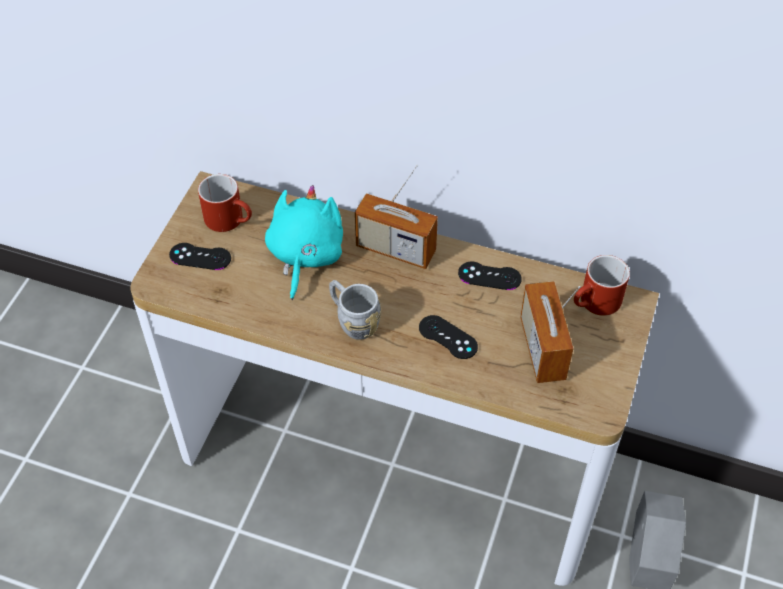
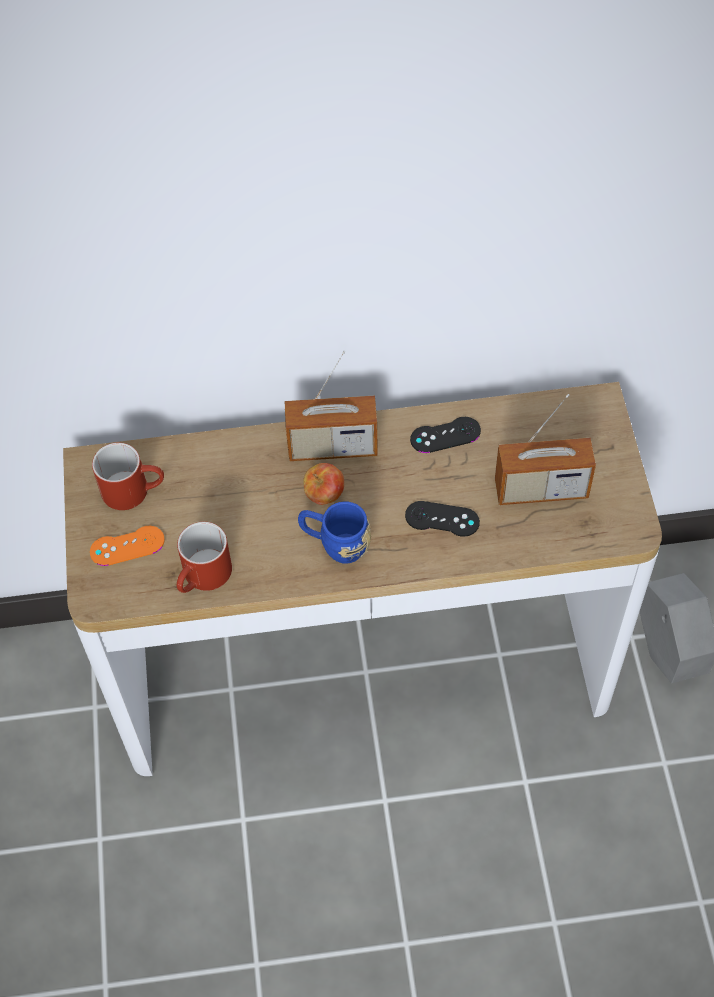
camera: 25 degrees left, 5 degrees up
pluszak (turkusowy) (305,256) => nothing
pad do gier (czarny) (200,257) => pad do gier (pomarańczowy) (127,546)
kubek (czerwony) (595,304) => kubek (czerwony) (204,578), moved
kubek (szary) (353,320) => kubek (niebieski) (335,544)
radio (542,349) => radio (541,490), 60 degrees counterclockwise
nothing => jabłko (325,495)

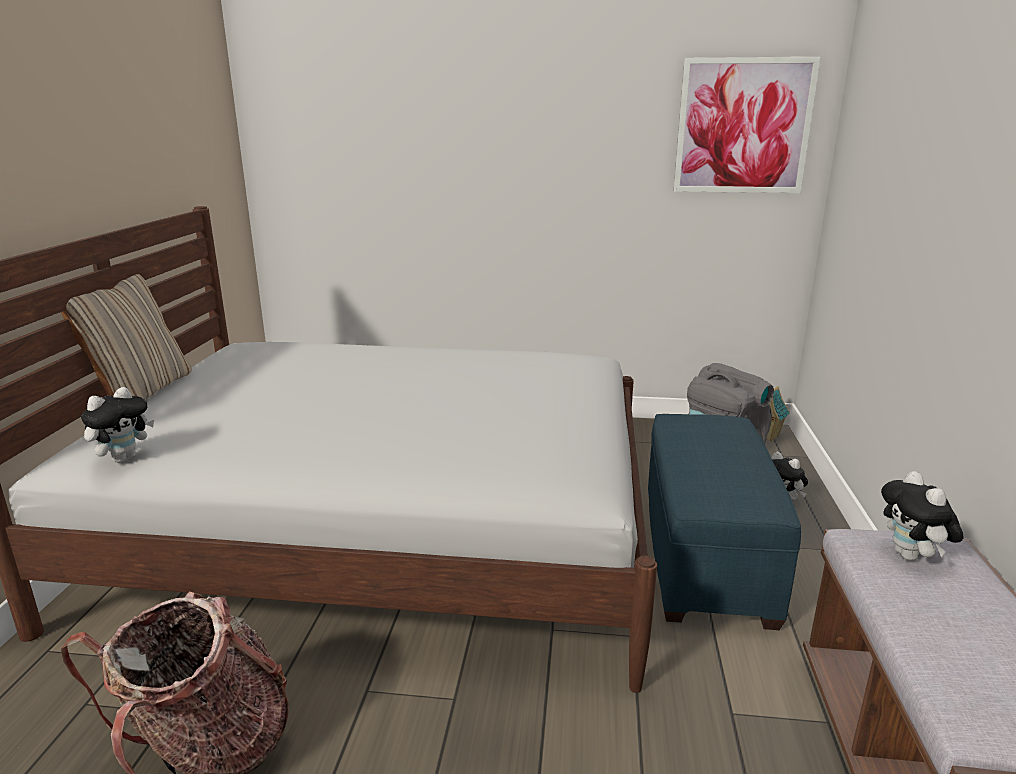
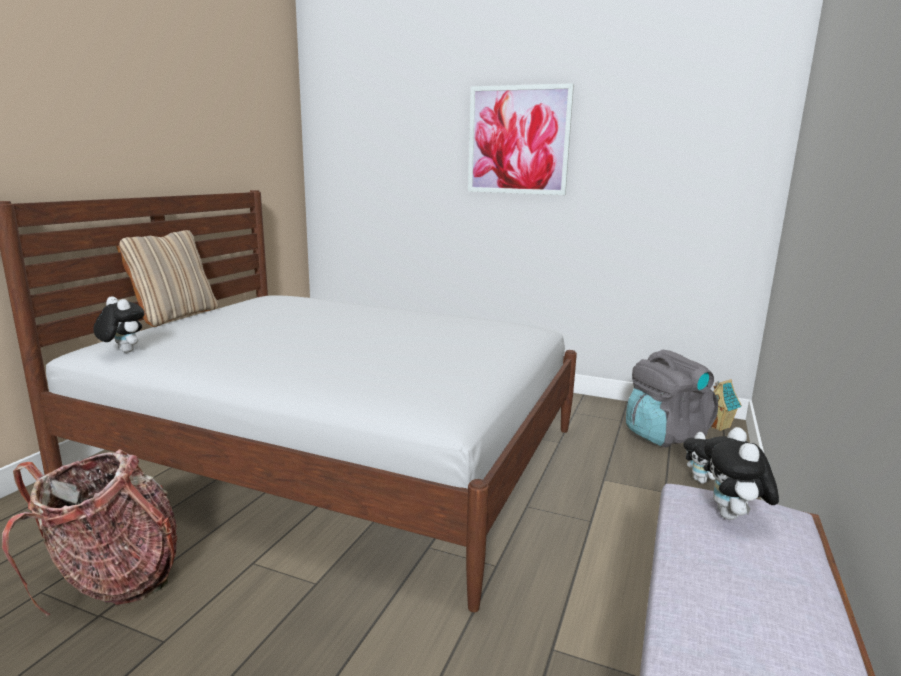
camera: 15 degrees right, 5 degrees down
obraz (743,126) => obraz (518,140), moved
pluszak (124,458) => pluszak (122,351), 105 degrees counterclockwise
pufa (niebieski) (704,555) => nothing

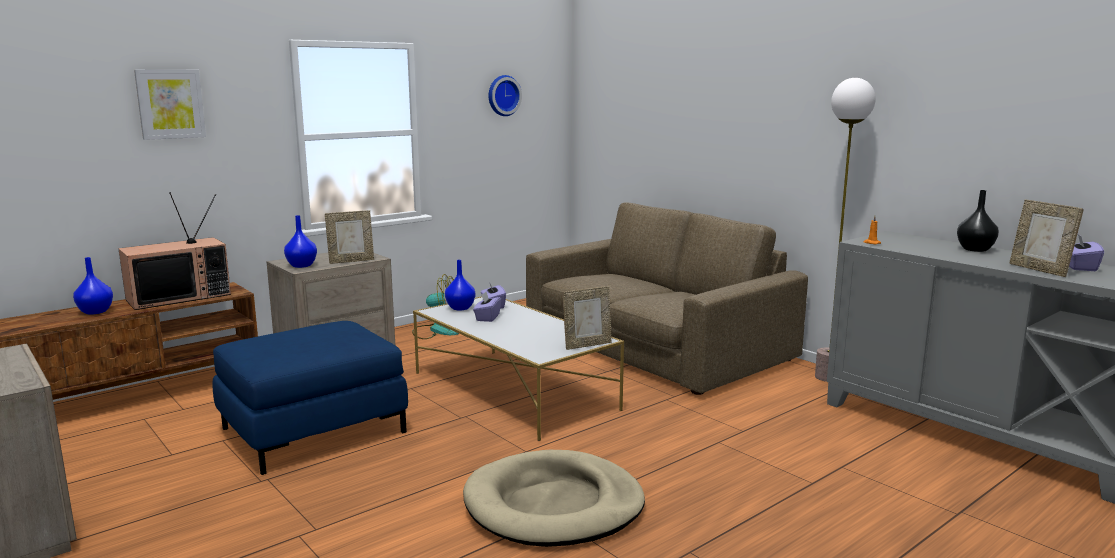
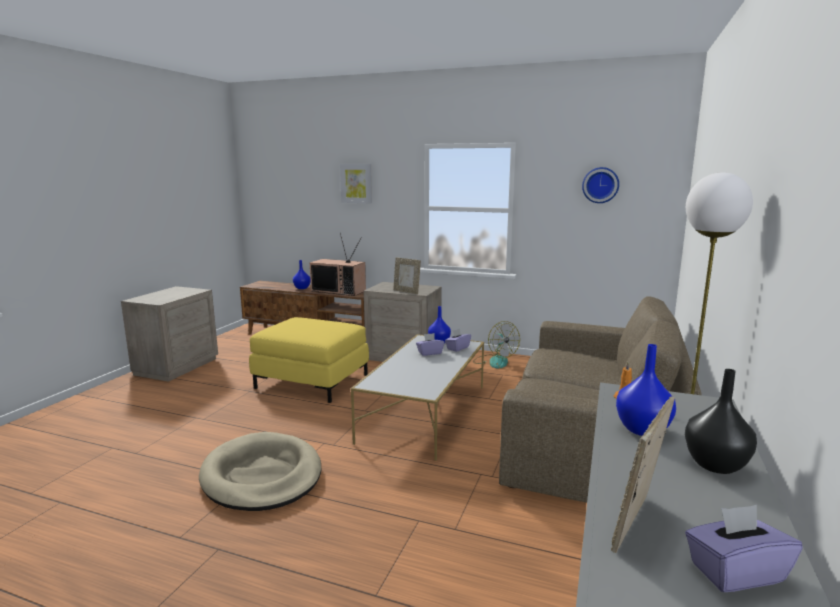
camera: 60 degrees right, 0 degrees up
wazon (niebieski) (302,265) => wazon (niebieski) (643,430), moved
ramka na zdjęcie (587,345) => nothing
pufa (niebieski) (313,430) => pufa (żółty) (312,381)

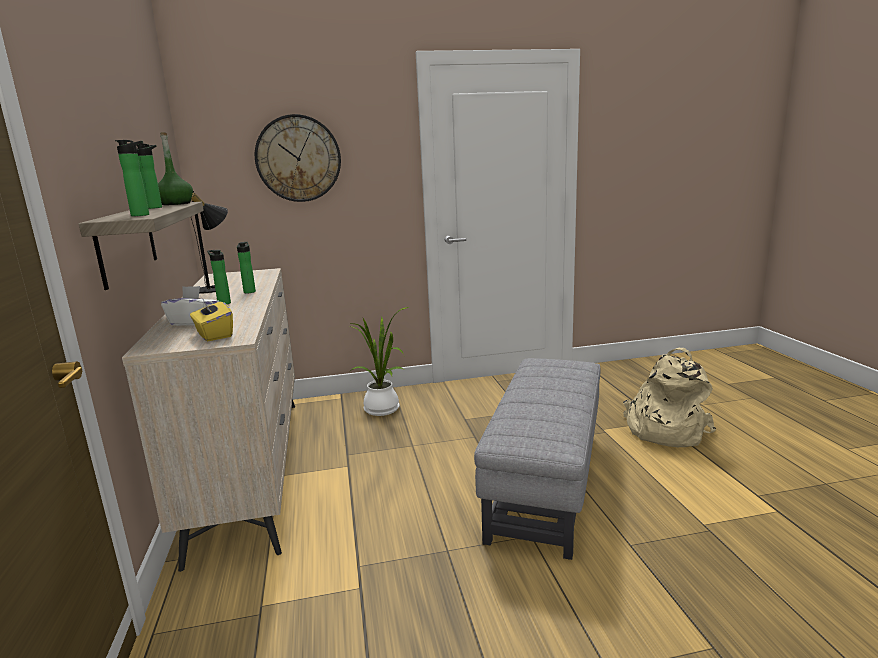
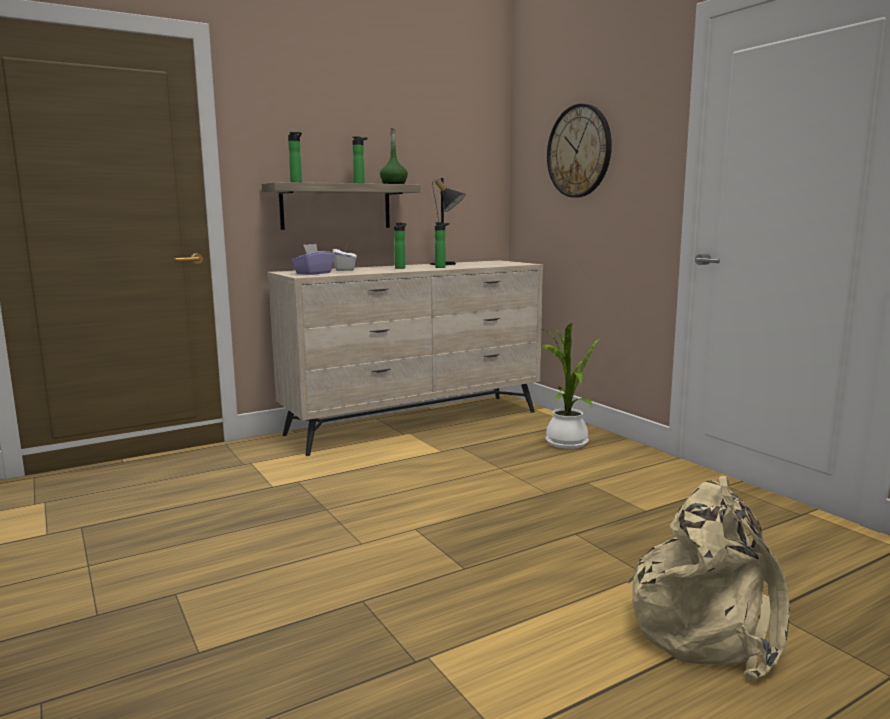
camera: 70 degrees right, 5 degrees down
pudełko chusteczek (żółty) (214,335) => pudełko chusteczek (fioletowy) (313,273)
pufa (szary) (544,481) => nothing

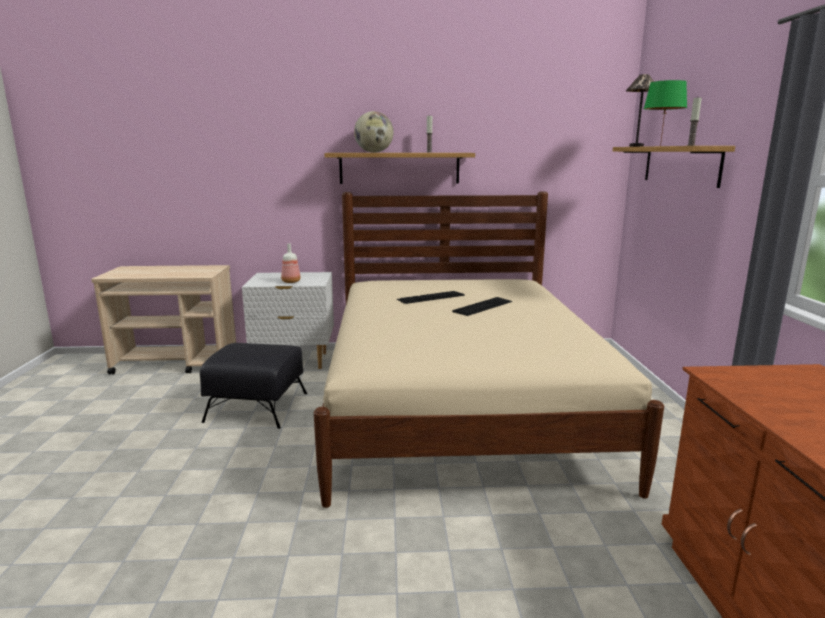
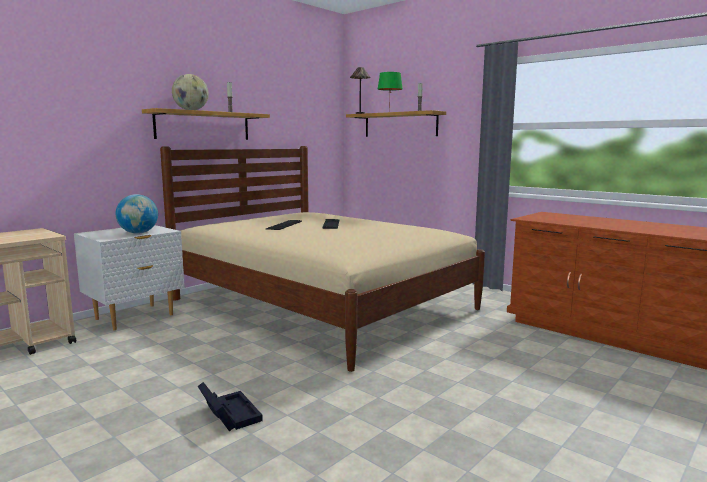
camera: 45 degrees left, 5 degrees down
butelka (291,282) => globus (138,233)
pufa (czarny) (257,407) => nothing
nothing => pojemnik do przechowywania (czarny) (228,414)

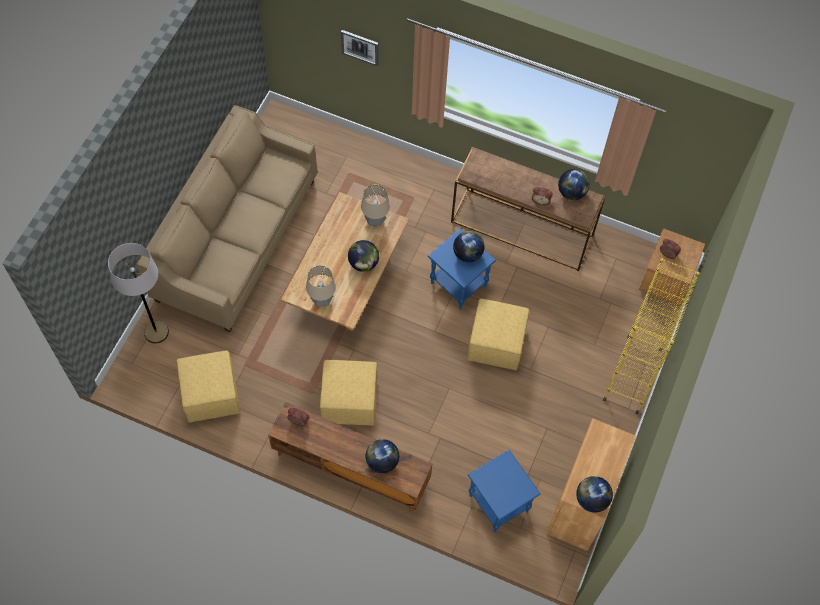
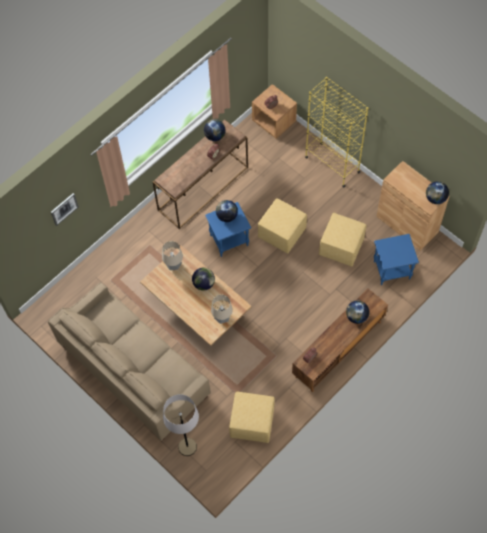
camera: 65 degrees left, 0 degrees up
pufa (żółty) (349,402) => pufa (żółty) (342,247), moved

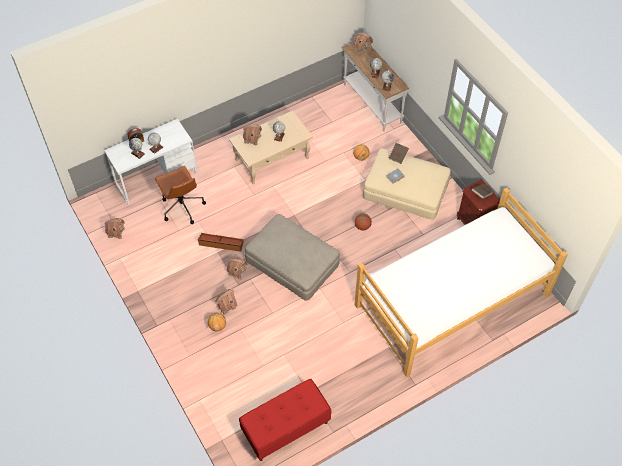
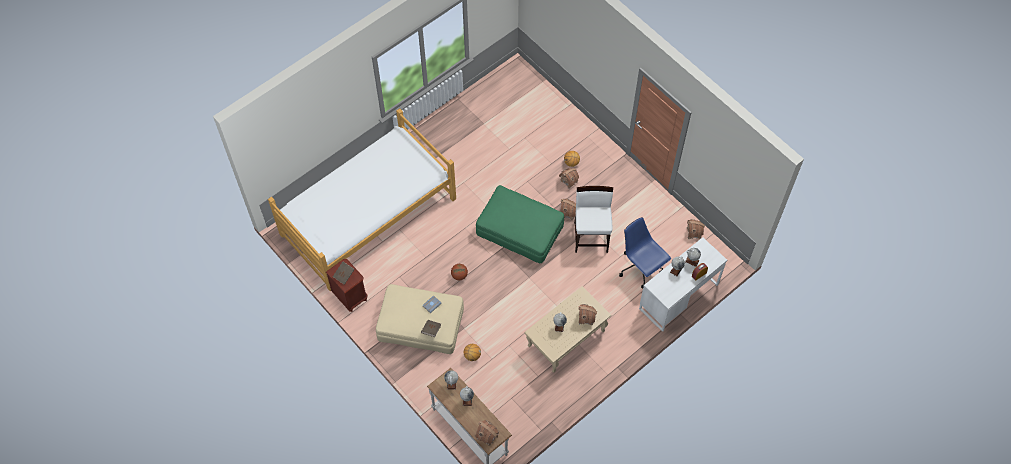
camera: 170 degrees right, 5 degrees up
krzesło biurowe (brązowy) (182,207) => krzesło biurowe (niebieski) (641,268)
pufa (beżowy) (292,262) => pufa (zielony) (520,229)
pojemnik do przechowywania (brązowy) (221,244) => krzesło (biały) (591,236)
ławka (czerwony) (286,428) => nothing

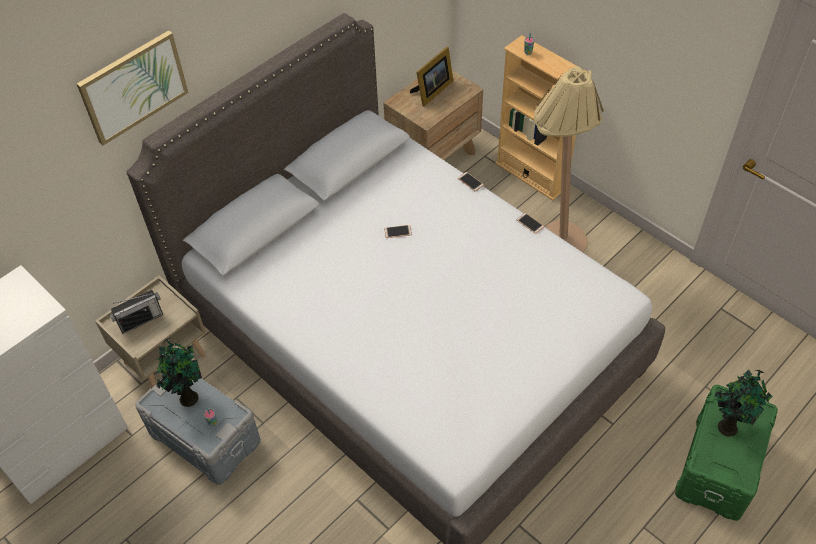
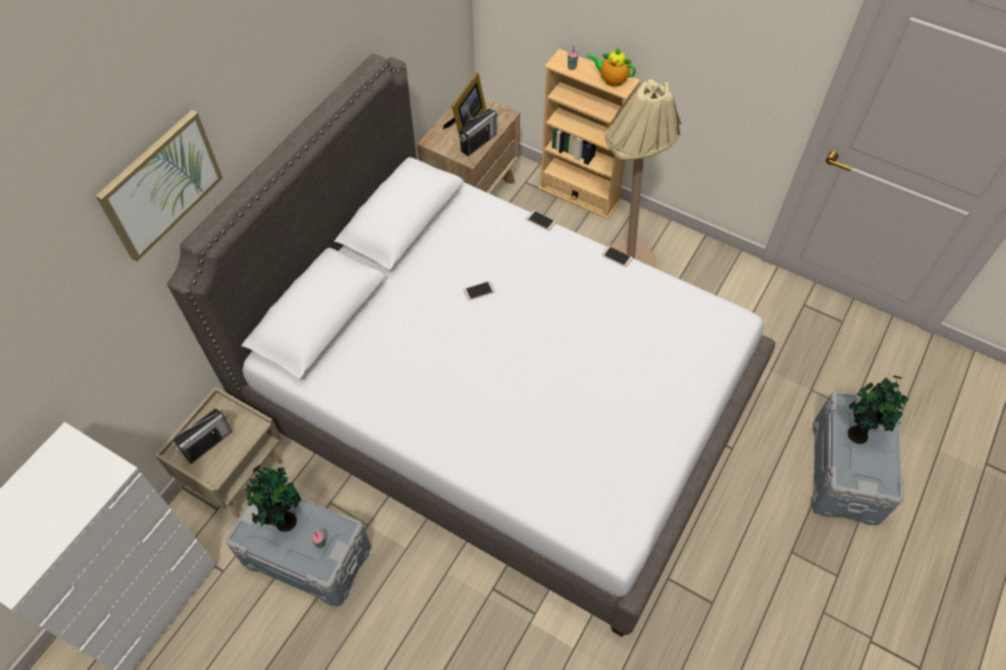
camera: 15 degrees left, 5 degrees up
pojemnik do przechowywania (zielony) (719,466) => pojemnik do przechowywania (szary) (846,470)
nothing => imbryk (611,80)
nothing => radio (478,143)

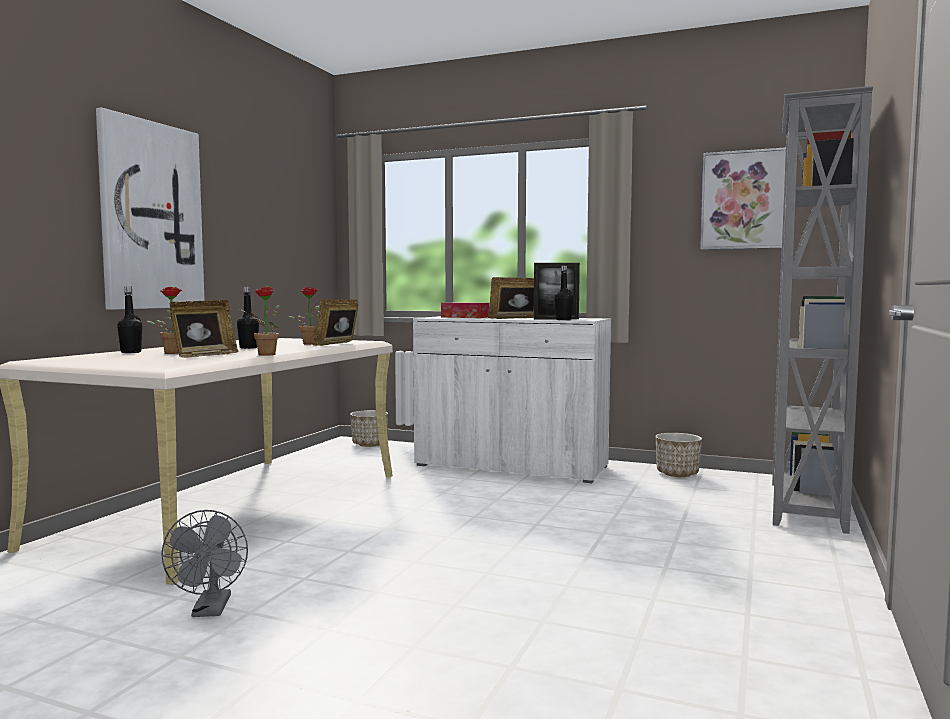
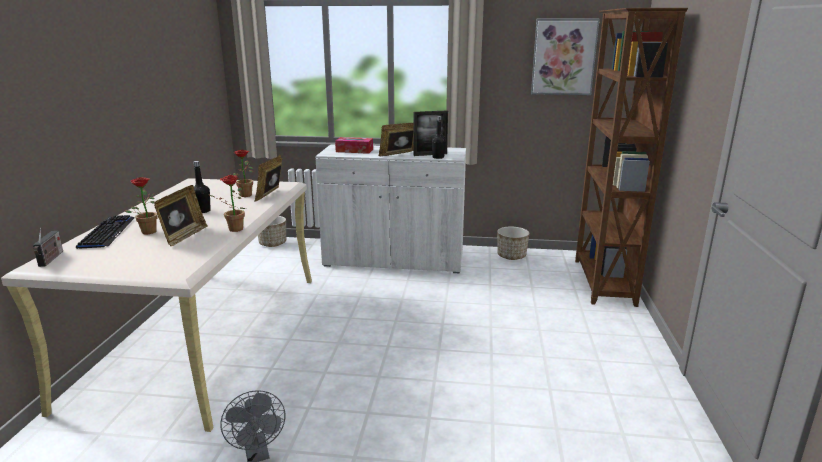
camera: 15 degrees left, 15 degrees up
regał (szary) (804,506) => regał (brązowy) (602,282)
obraz (151,216) => nothing
butelka (czarny) (131,352) => klawiatura (107,233)
nothing => radio (51,259)

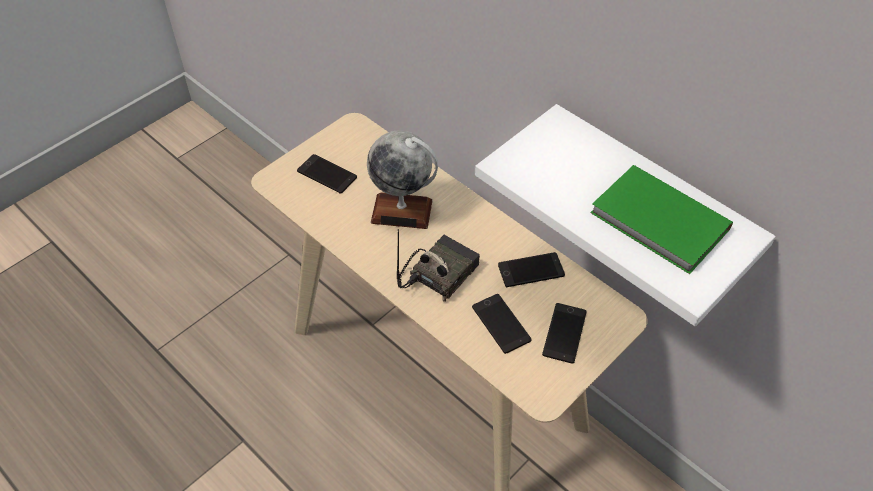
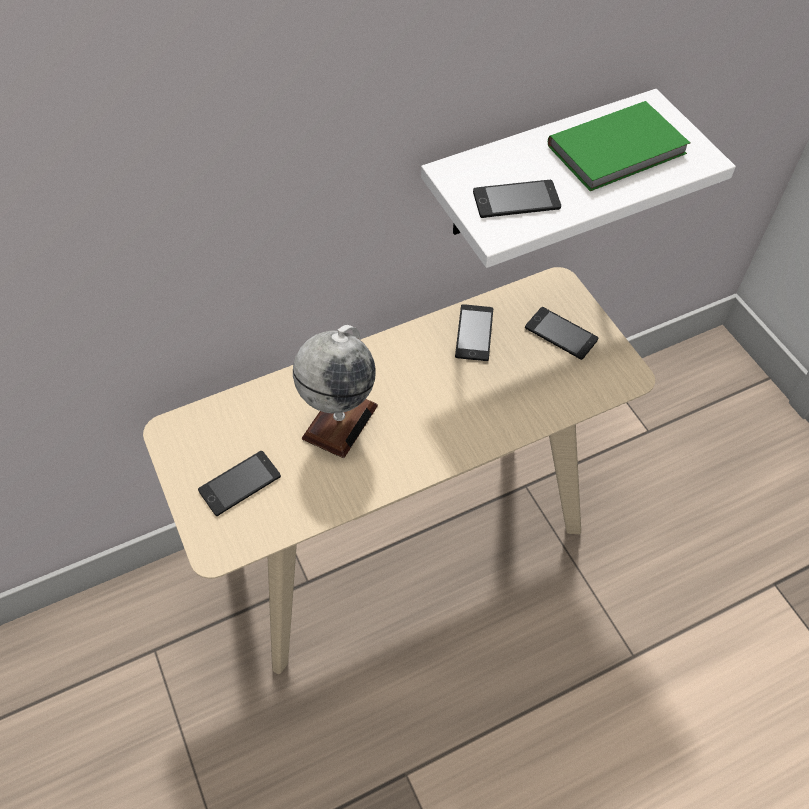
camera: 70 degrees left, 5 degrees up
radio (438,273) => nothing
telefon (501,323) => telefon (516,200), moved

